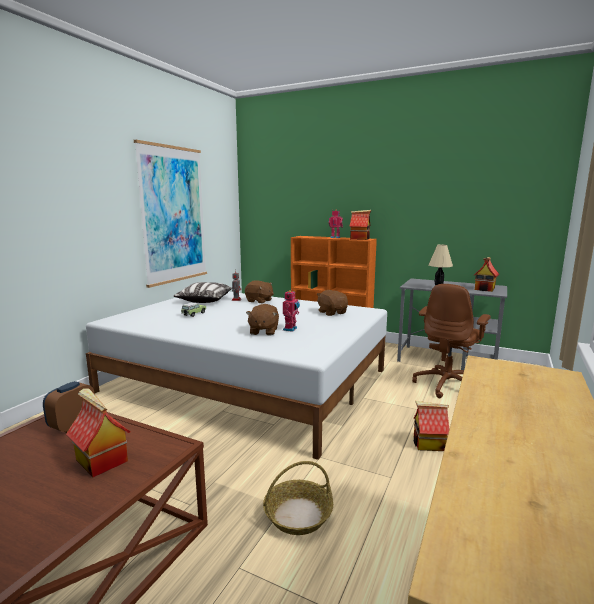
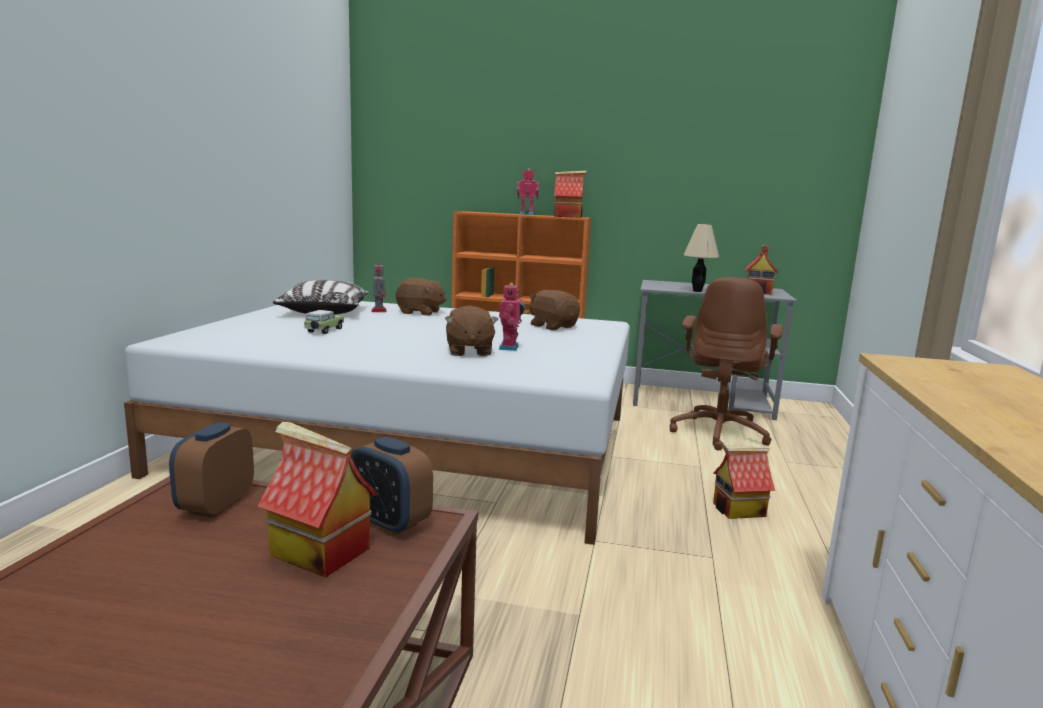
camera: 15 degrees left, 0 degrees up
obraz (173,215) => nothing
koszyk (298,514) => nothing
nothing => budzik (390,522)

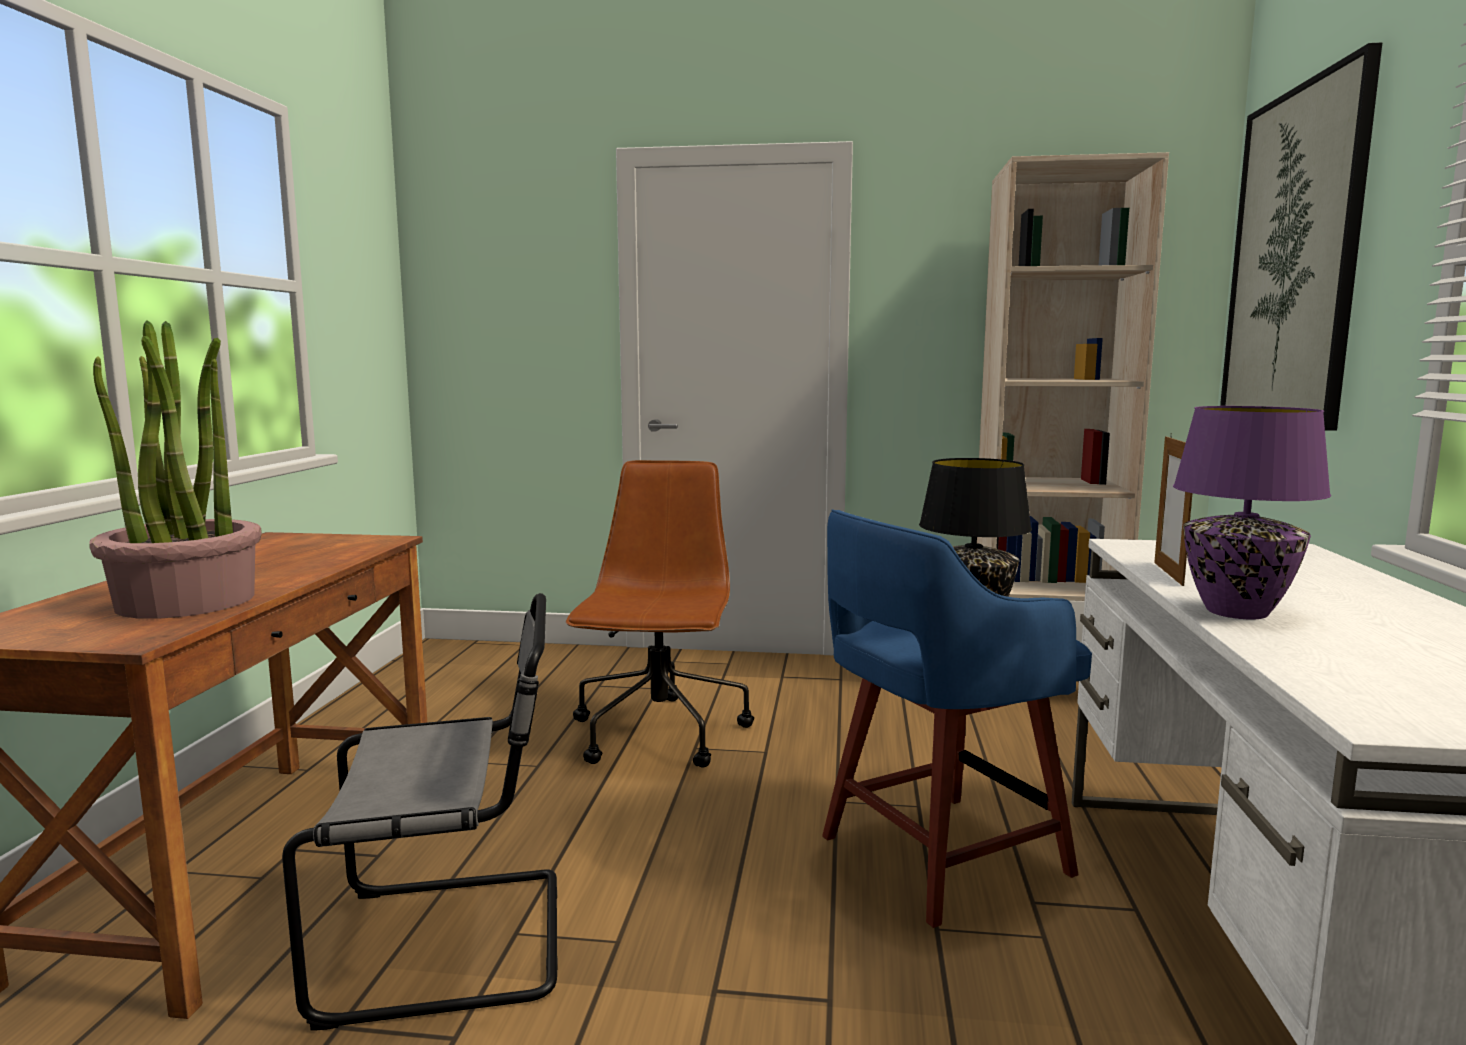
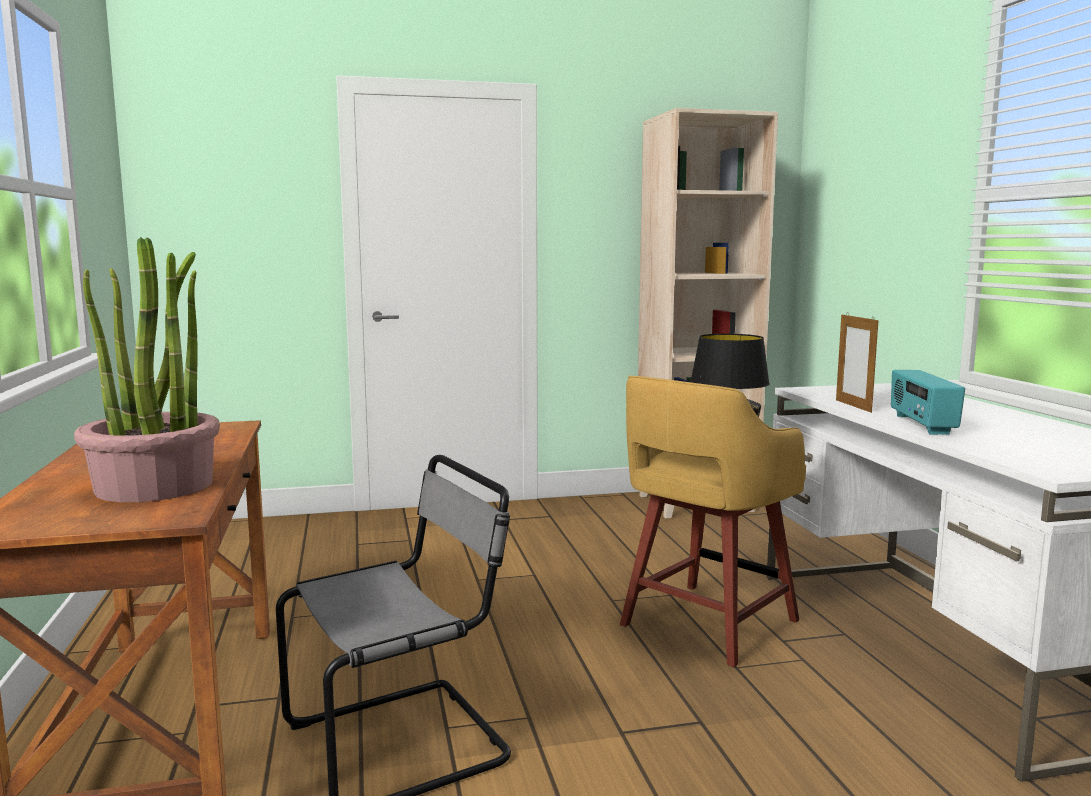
camera: 20 degrees left, 0 degrees up
obraz (1293,257) => nothing
lampa stołowa (fioletowy) (1238,612) => radio (921,425)
krzesło biurowe (brązowy) (659,735) => nothing
stołek (niebieski) (937,857) => stołek (żółty) (705,624)

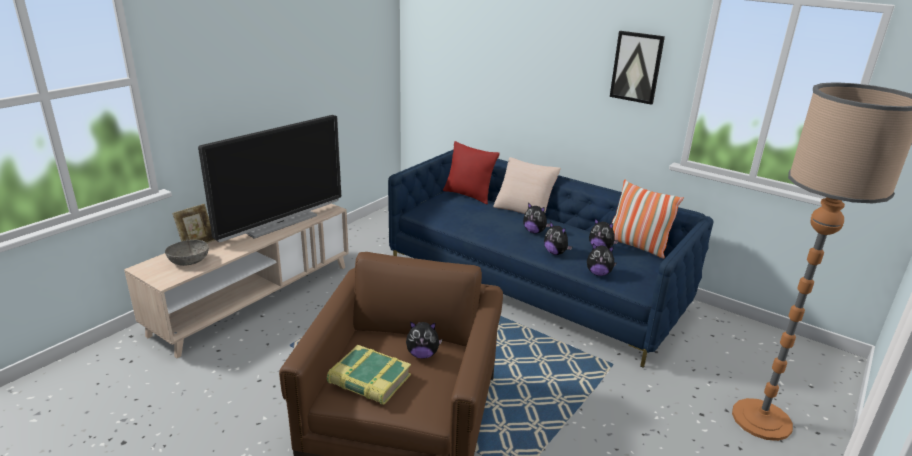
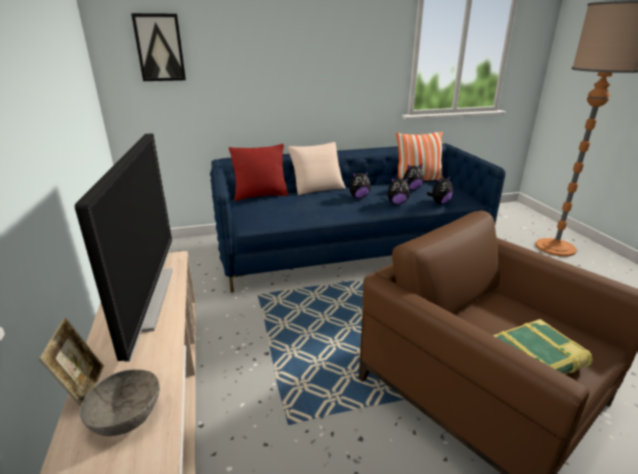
camera: 50 degrees left, 0 degrees up
obraz (636,67) => obraz (159,48), moved
pluszak (422,354) => nothing

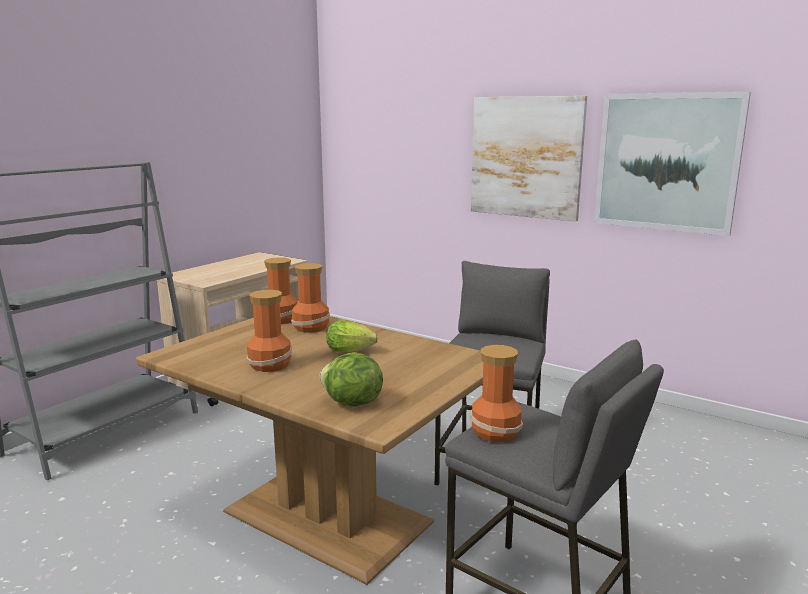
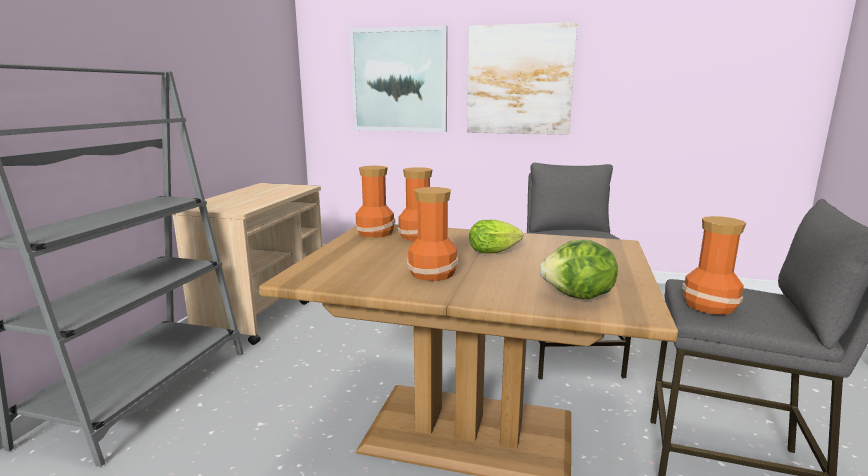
camera: 20 degrees left, 0 degrees up
obraz (666,162) => obraz (399,80), moved

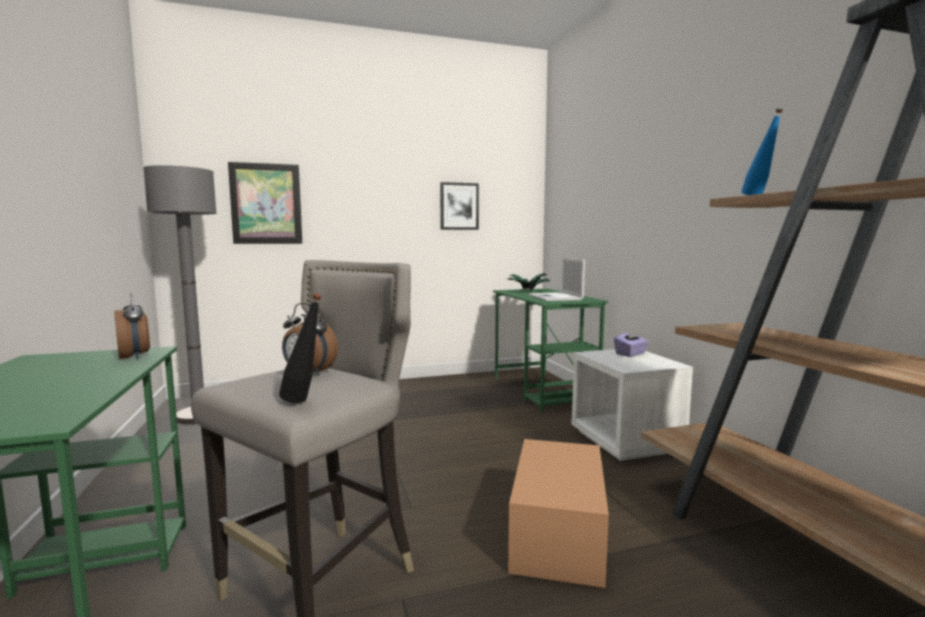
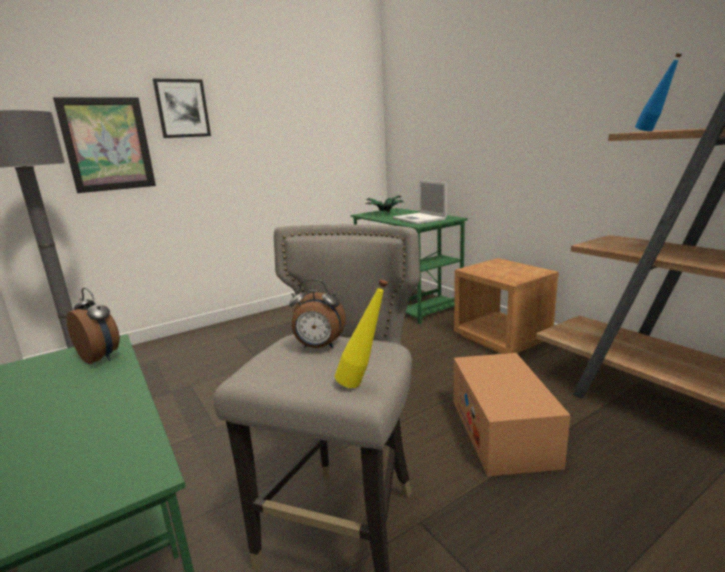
camera: 15 degrees left, 10 degrees up
obraz (459,206) => obraz (182,108), moved
butelka (czarny) (304,402) => butelka (żółty) (363,385)
pudełko chusteczek (fioletowy) (630,354) => nothing
szafka nocna (biały) (626,441) => szafka nocna (brązowy) (502,338)

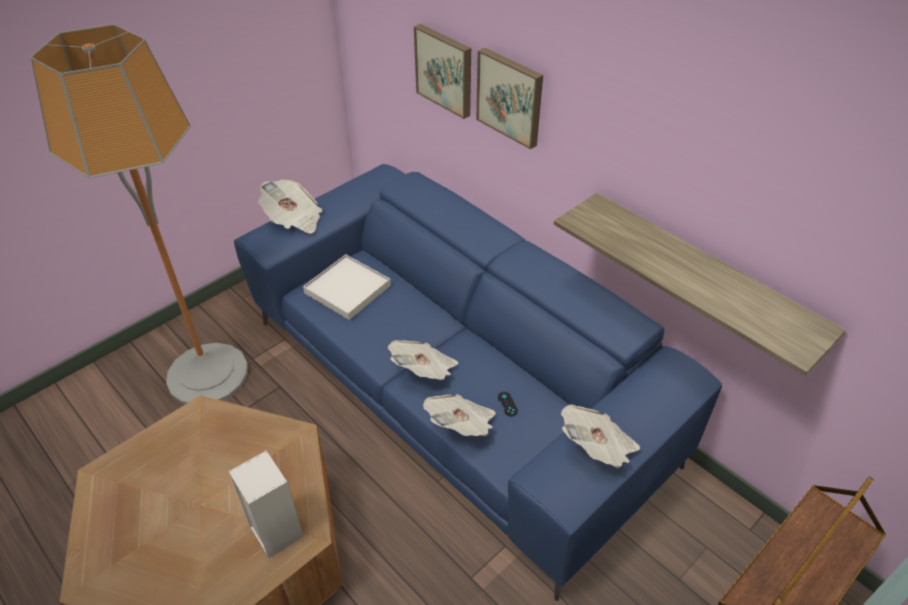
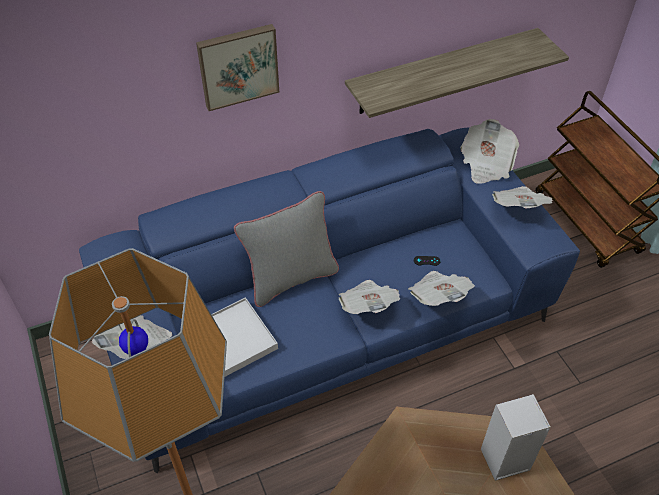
camera: 70 degrees left, 5 degrees up
obraz (445,70) => nothing
nothing => gazeta (486,164)
nothing => poduszka (szary) (291,278)

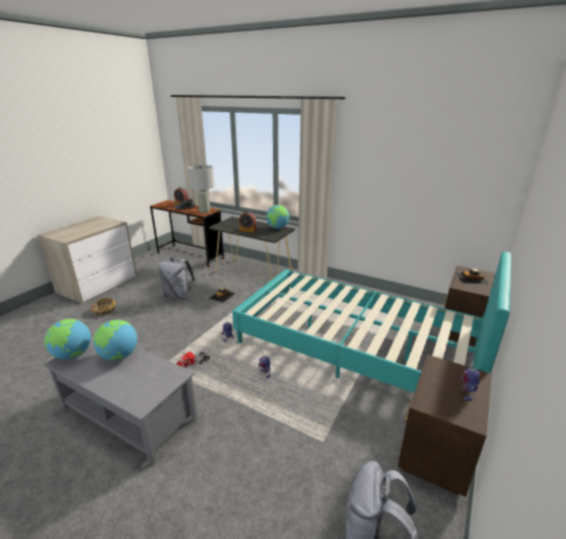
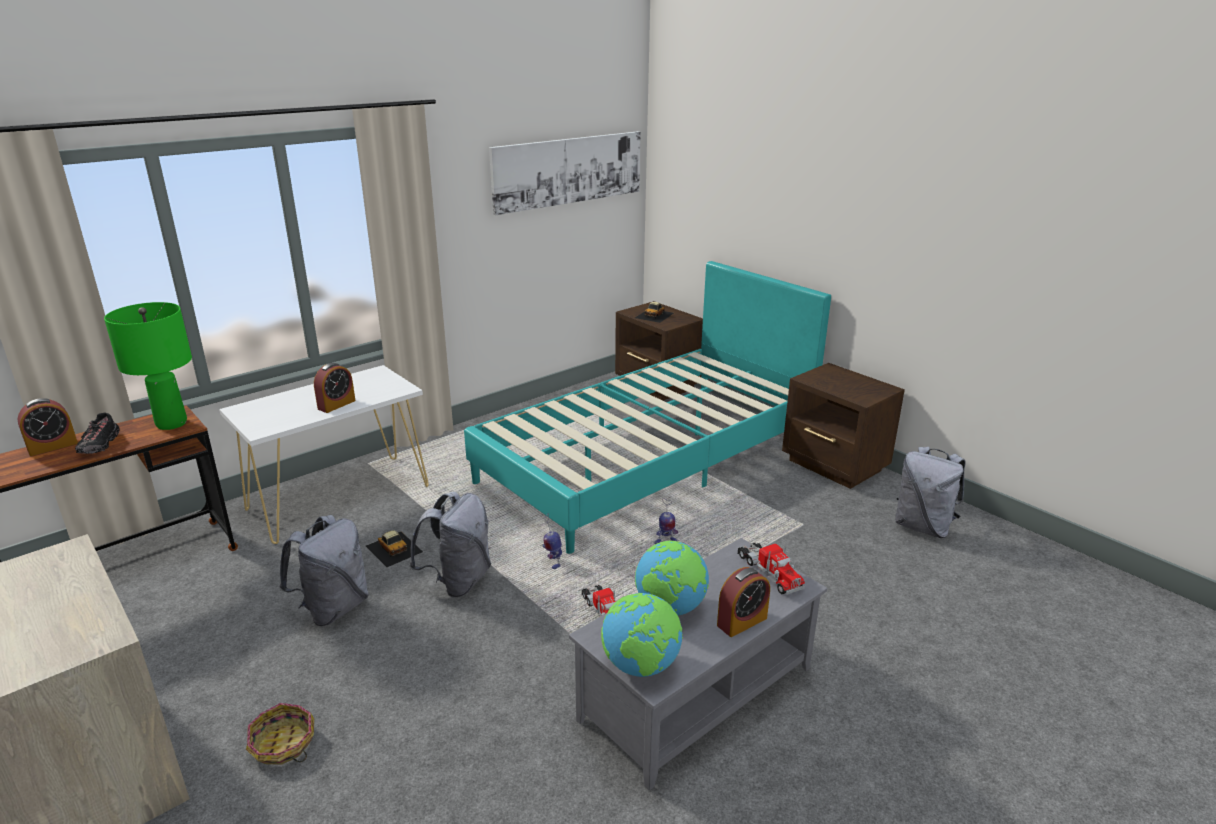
camera: 70 degrees left, 0 degrees up
lampa stołowa (szary) (204,211) => lampa stołowa (zielony) (172,423)
globus (277,228) => nothing
stolik konsolowy (czarny) (253,273) => stolik konsolowy (biały) (340,497)
robot zabawkowy (466,393) => nothing
nothing => obraz (568,170)
nothing => plecak (szary) (458,581)
nothing => ciężarówka zabawkowa (769,572)
nothing => budzik (742,621)

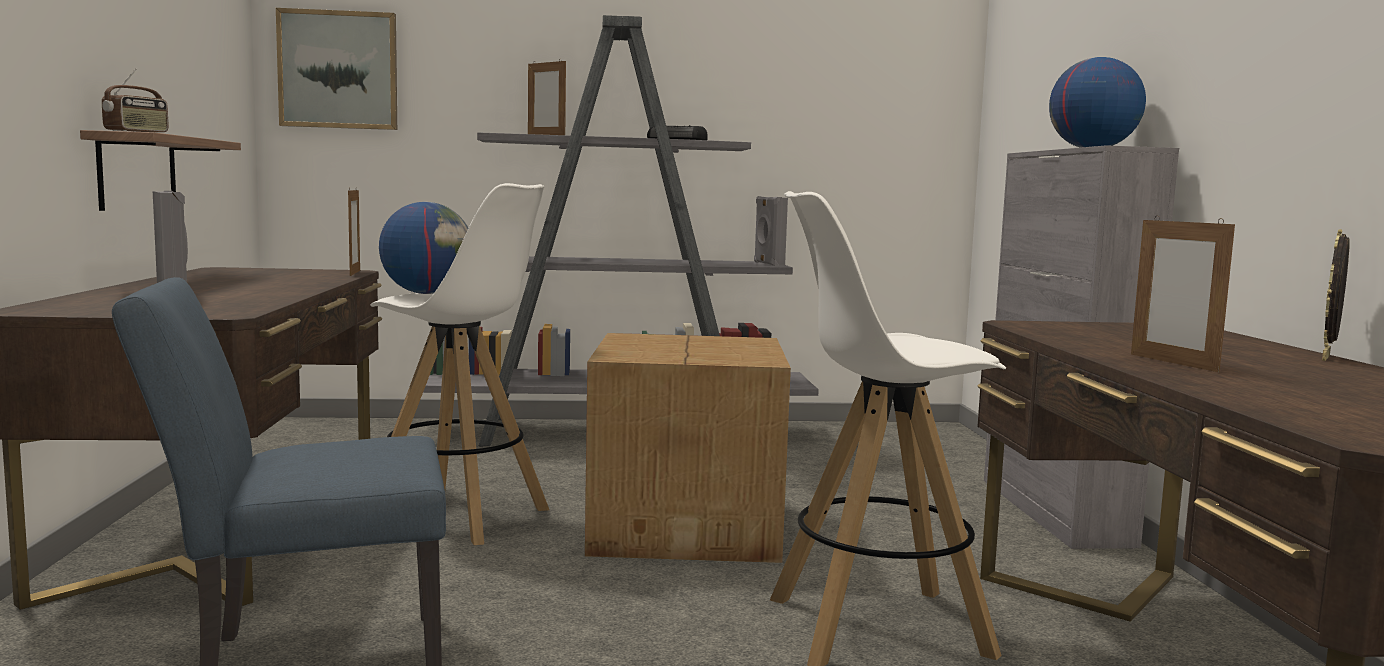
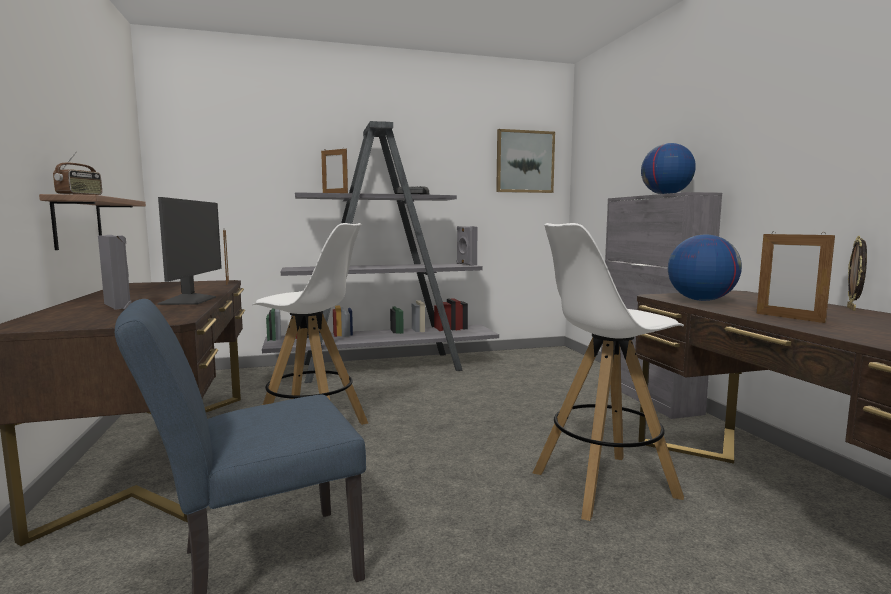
camera: 10 degrees left, 0 degrees up
obraz (338,70) => obraz (524,162), moved
globus (427,293) => globus (701,300), moved
karton (688,525) => nothing
nothing => monitor (190,300)

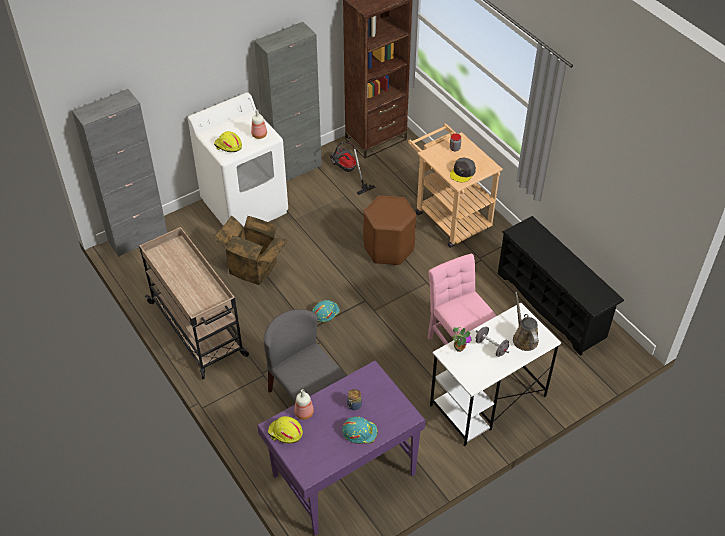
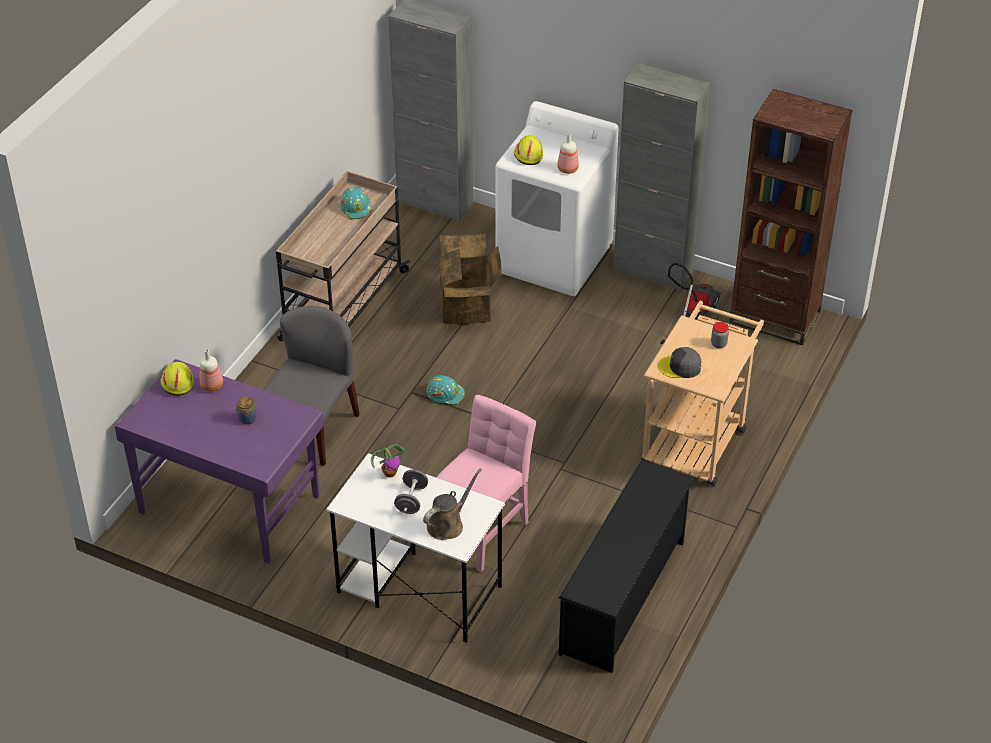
camera: 60 degrees right, 5 degrees down
stołek (brązowy) (388,248) => nothing
kask (turkusowy) (360,432) => kask (turkusowy) (357,208), moved

